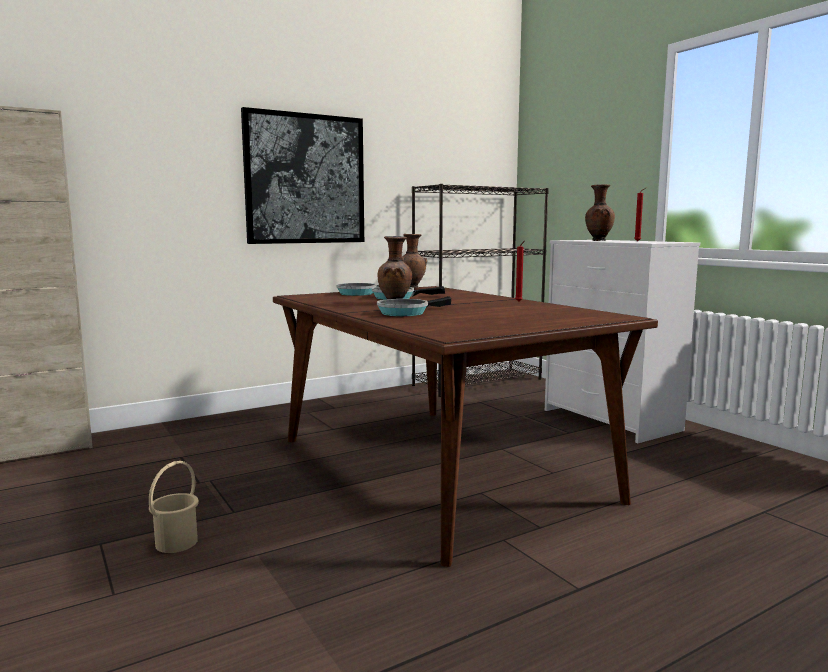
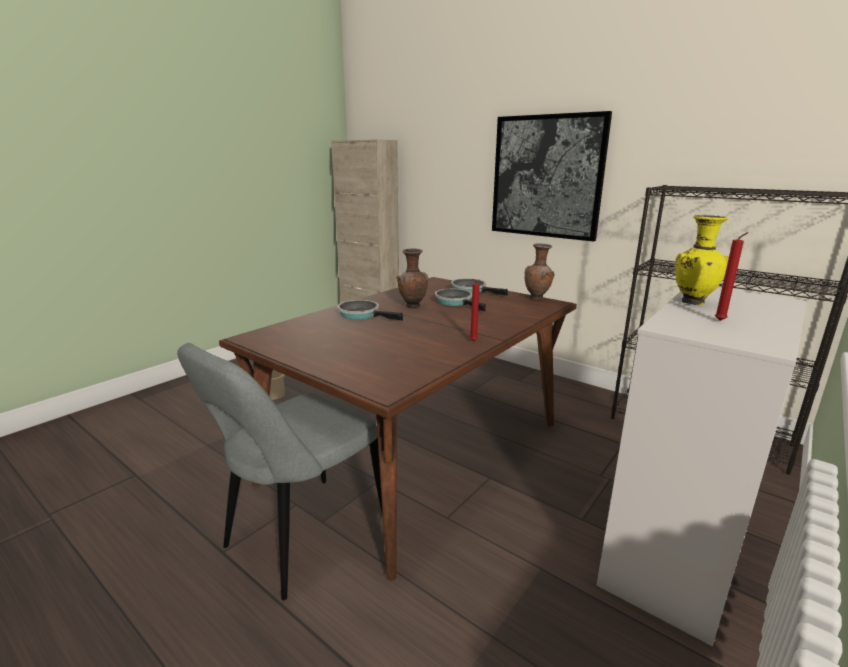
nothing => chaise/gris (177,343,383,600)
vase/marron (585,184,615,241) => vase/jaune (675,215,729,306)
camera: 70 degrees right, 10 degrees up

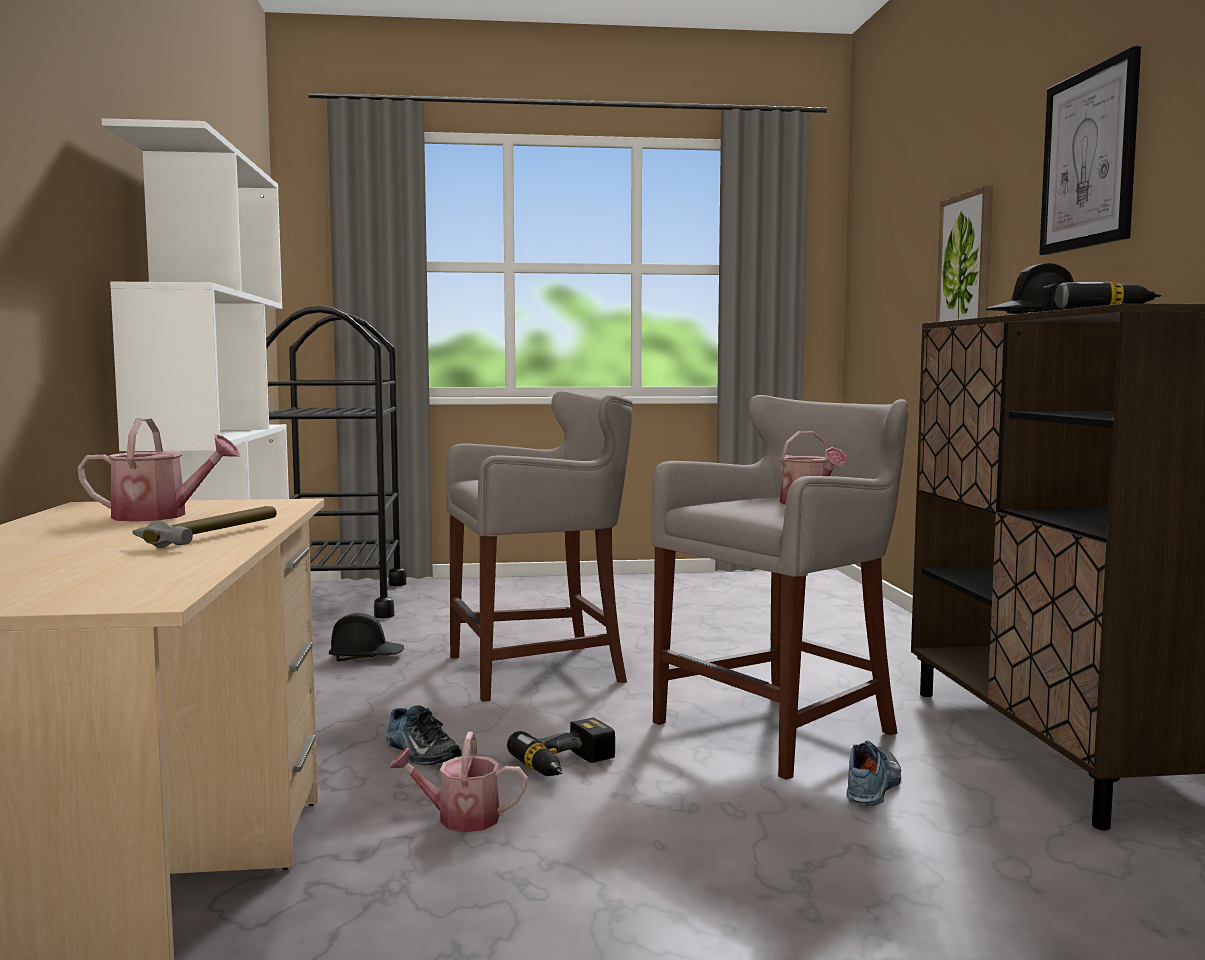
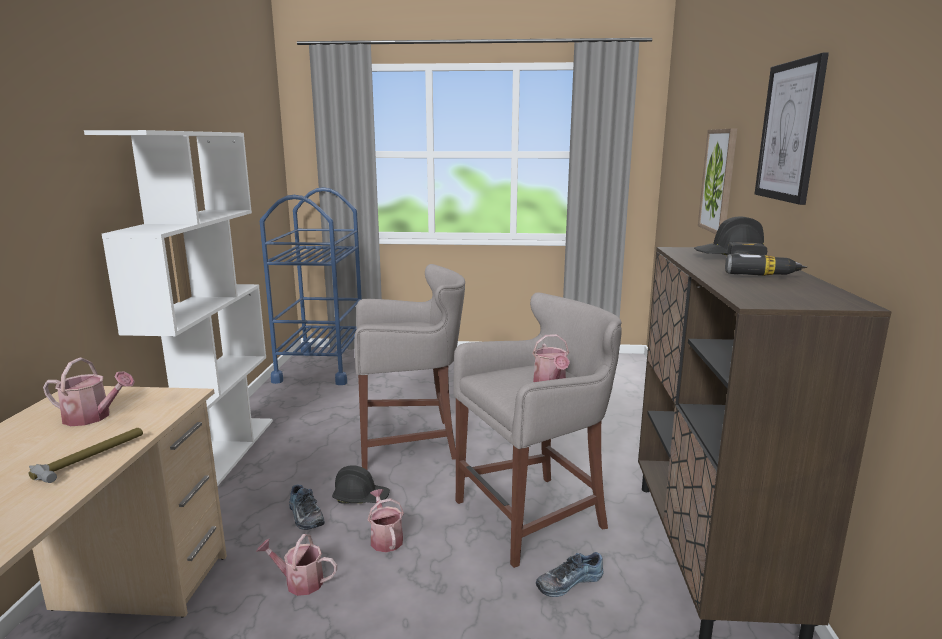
chariot/noir (266,305,406,618) => chariot/bleu (260,187,362,385)
casque de chantier/noir (329,613,404,662) => casque de chantier/noir (332,465,390,503), moved
perceuse (507,717,615,776) => arrosoir (368,489,404,552)
chaussure (847,741,901,806) => chaussure (536,552,604,597), 150 degrees counterclockwise
camera: 10 degrees right, 10 degrees up

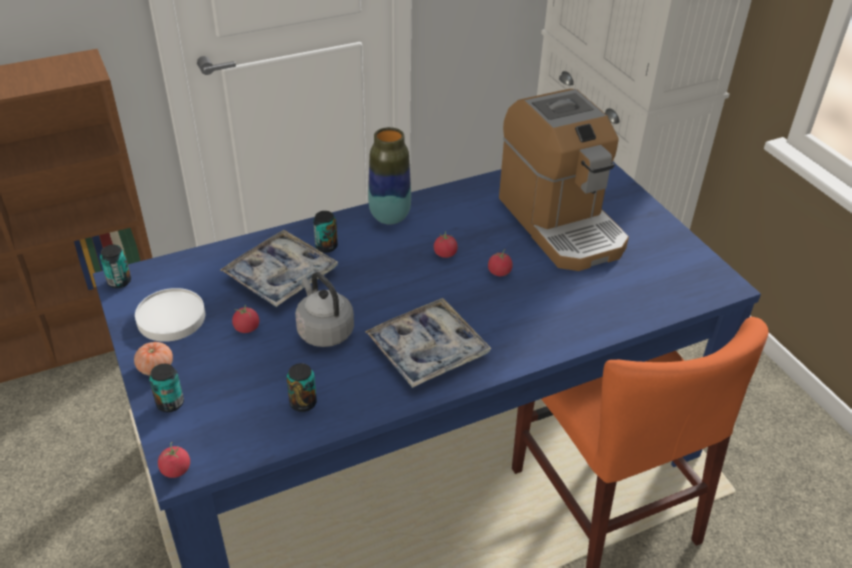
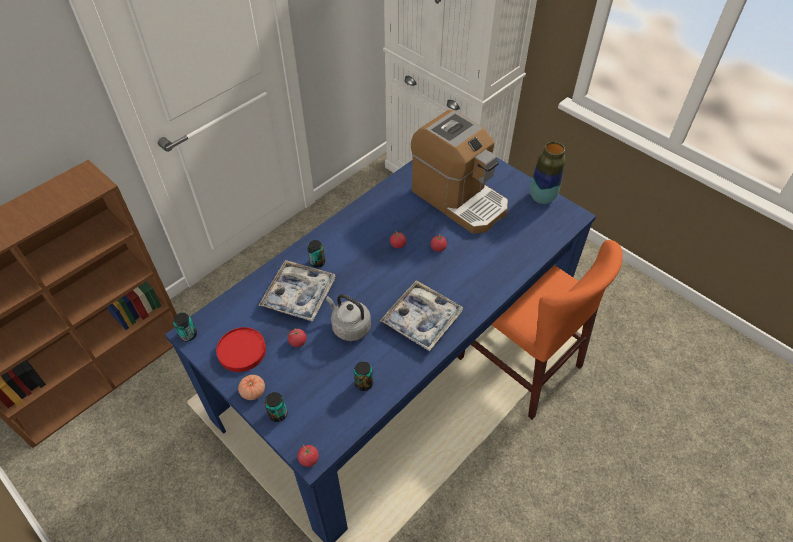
assiette/blanc (135,288,205,342) => assiette/rouge (216,327,266,372)
vase (368,127,411,224) => vase (530,141,566,204), moved
camera: 20 degrees left, 10 degrees up

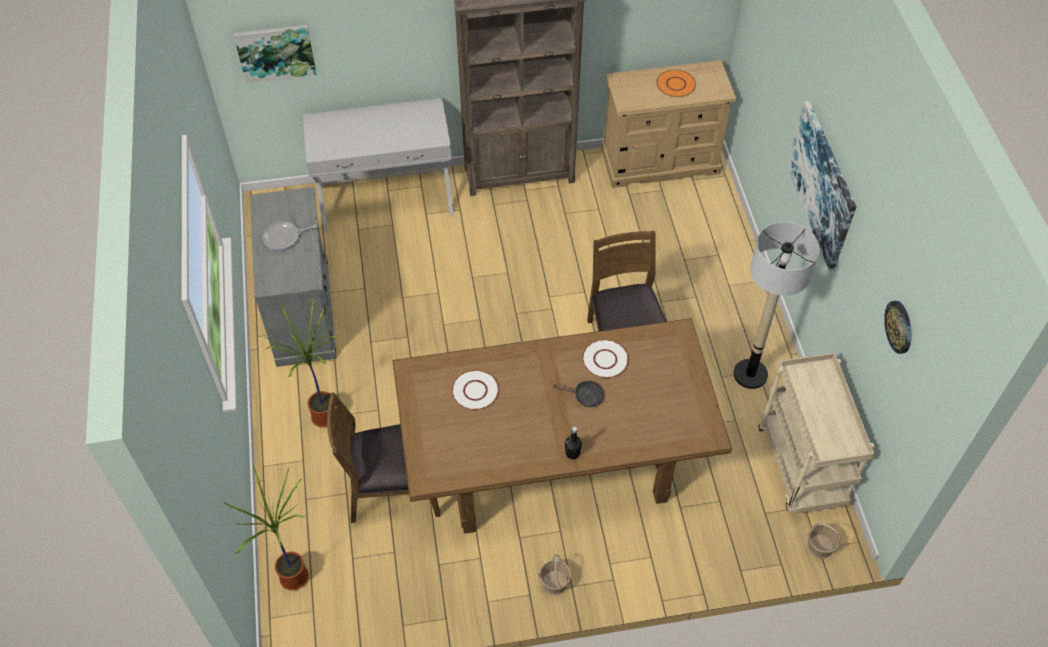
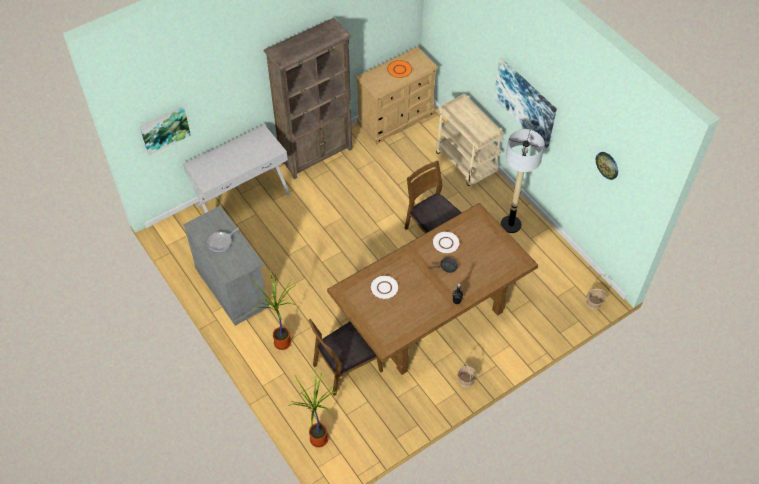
chariot/beige (759,353,875,514) => chariot/beige (436,94,504,186), moved
camera: 25 degrees left, 0 degrees up

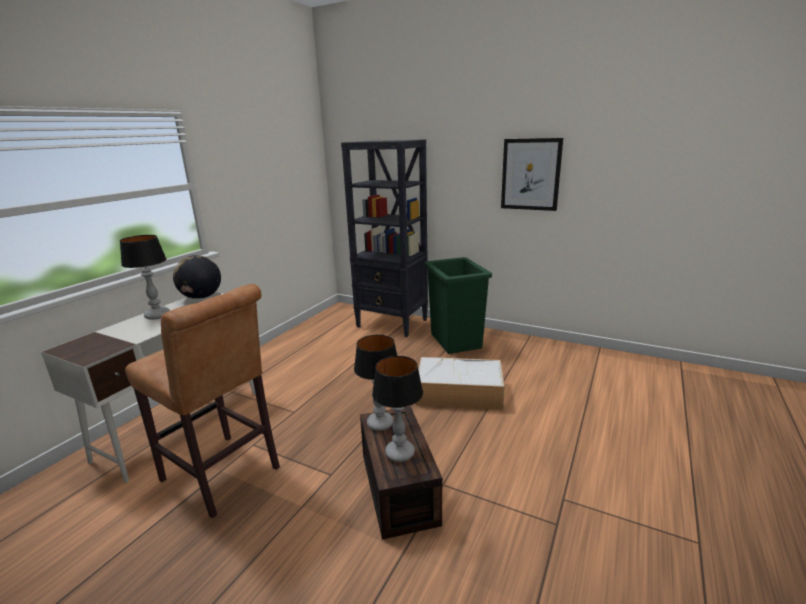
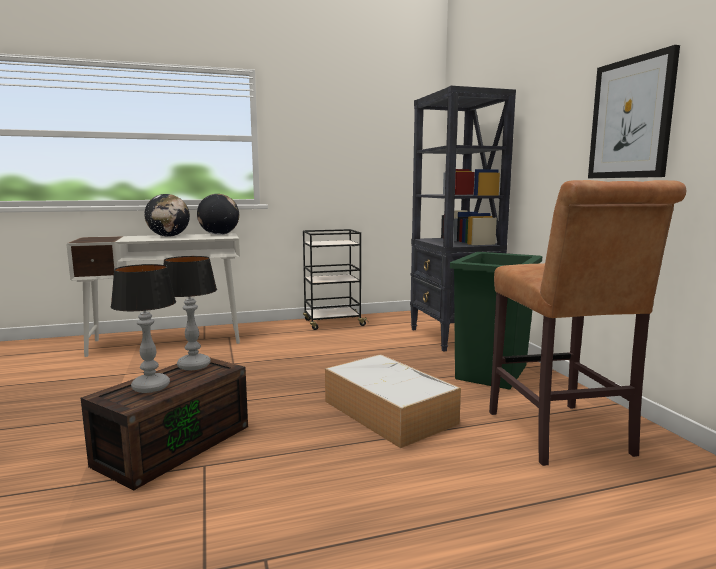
lampe de table (120,235,170,320) => globe (144,194,190,237)
nothing => chariot/noir (303,229,368,330)
tabouret/marron (125,284,280,518) => tabouret/marron (489,180,686,466), moved
camera: 45 degrees right, 10 degrees down

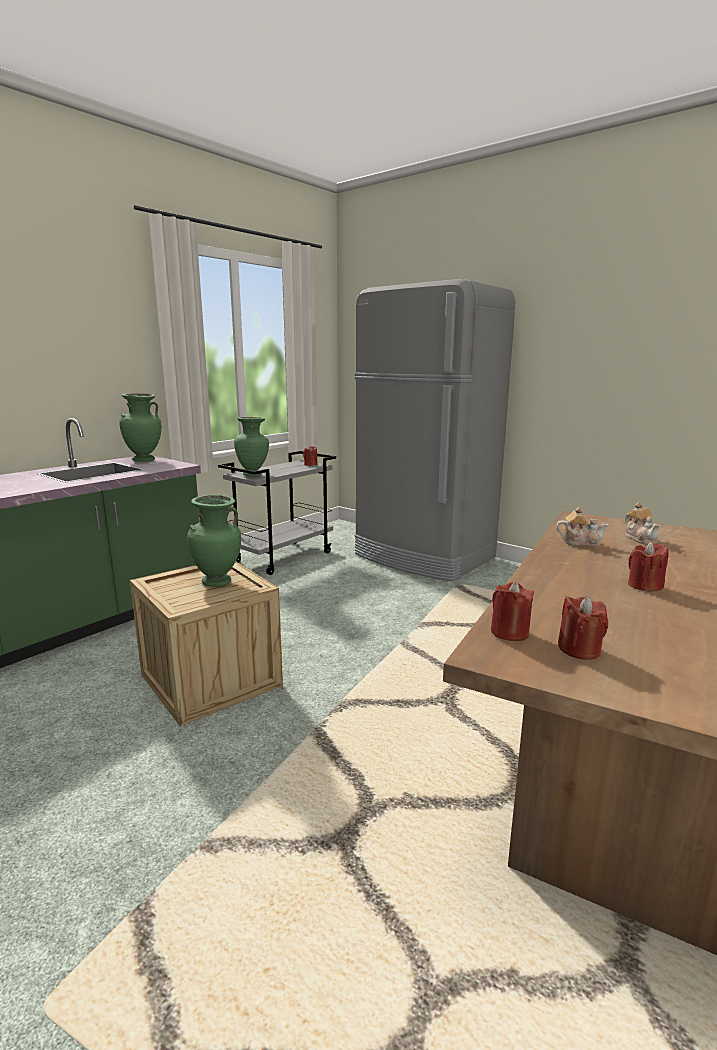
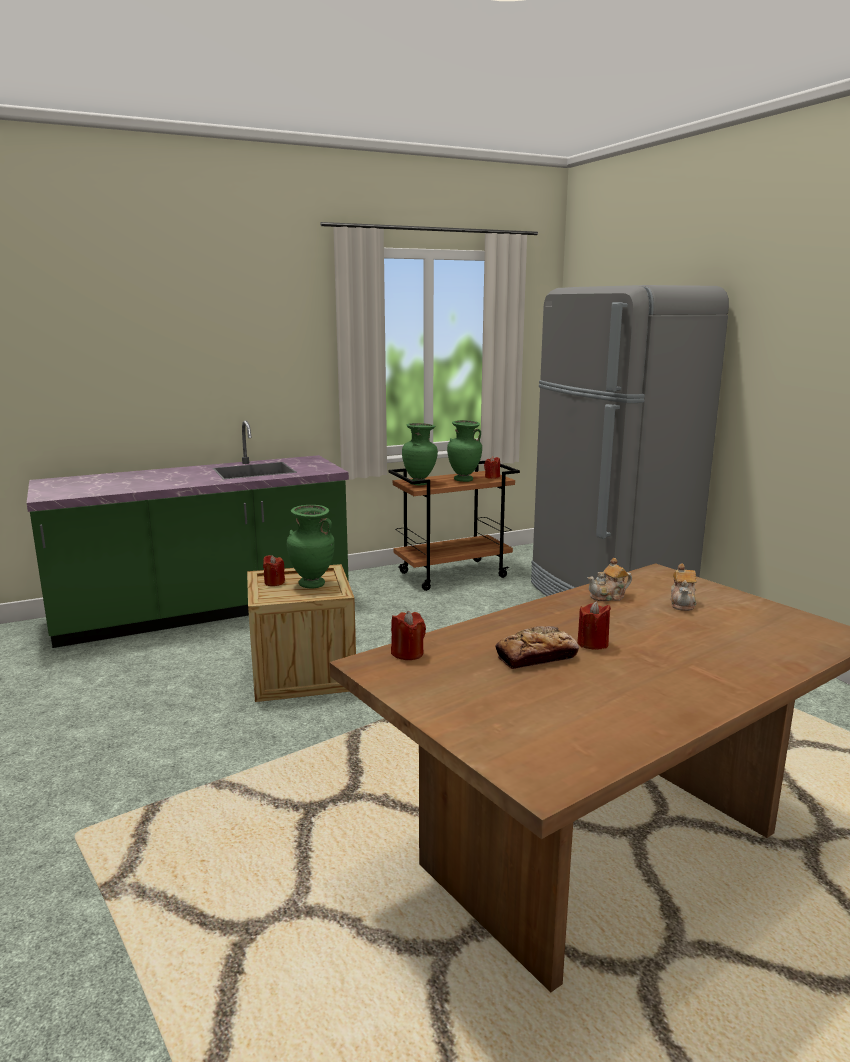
bougie/rouge (558,596,608,660) => bougie/rouge (263,555,285,586), moved
chariot/gris (218,451,336,575) => chariot/marron (388,461,520,591)
vase/vert (119,393,161,462) => vase/vert (447,420,482,482), moved
nothing => pain (495,626,579,669)
théière (556,507,609,547) => théière (588,558,632,601), 120 degrees clockwise
camera: 25 degrees right, 0 degrees up

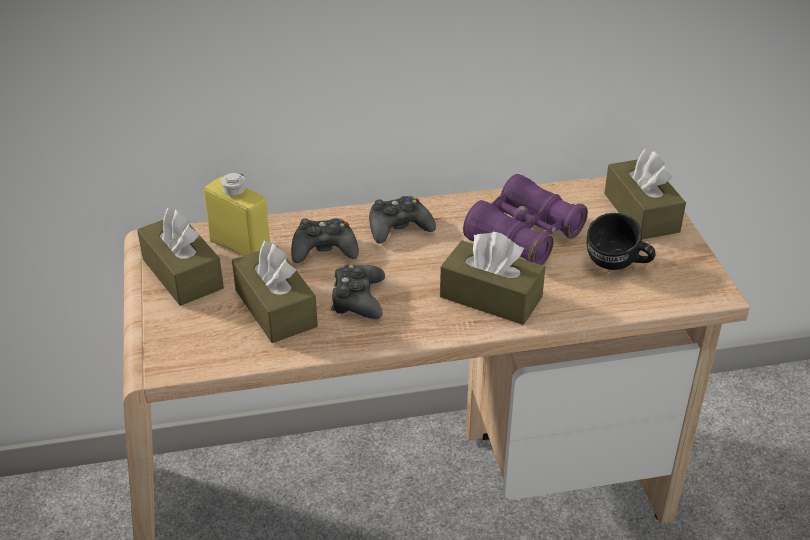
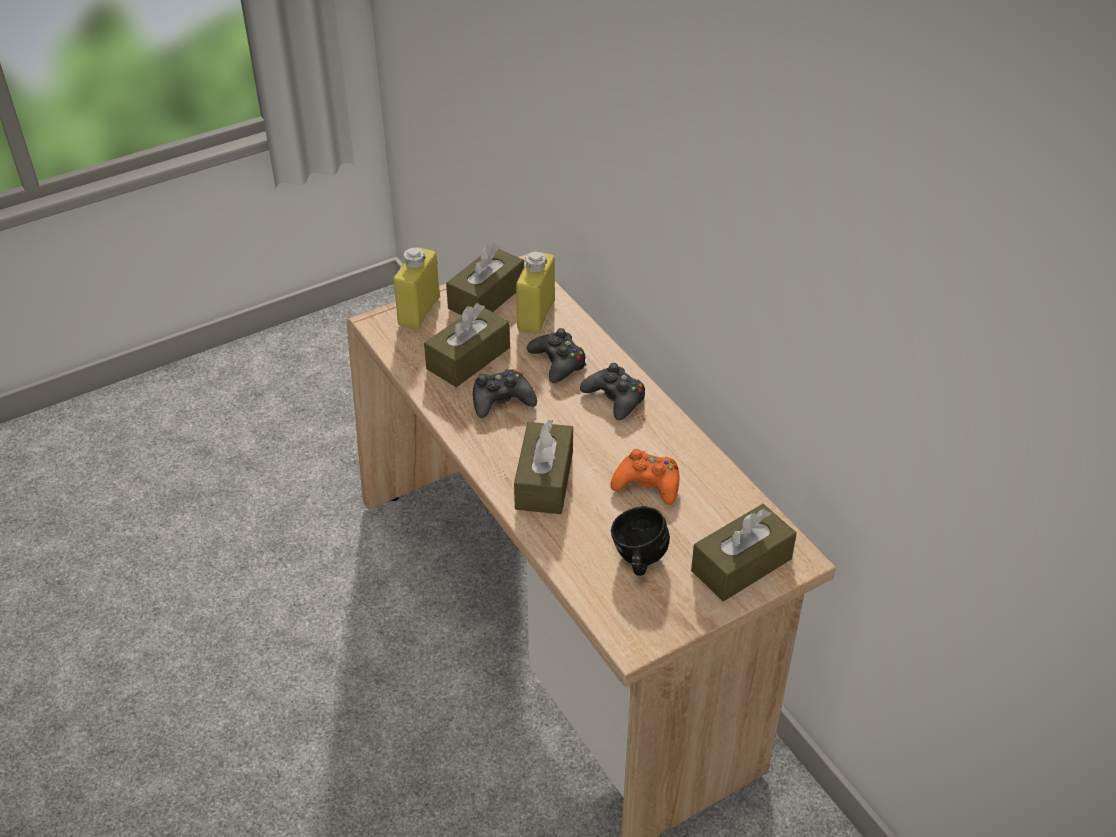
nothing => bouteille/jaune (393,247,440,330)
jumelles/violet (463,174,588,265) => manette/orange (610,449,679,505)
camera: 70 degrees right, 5 degrees up

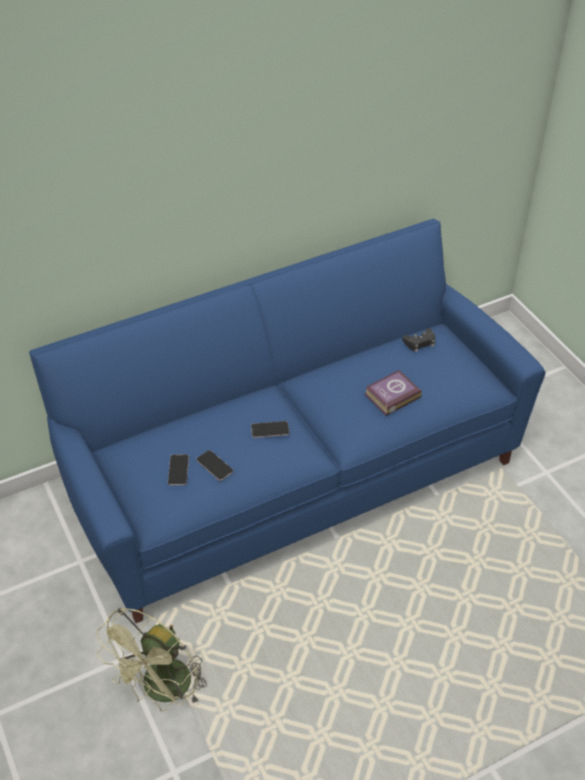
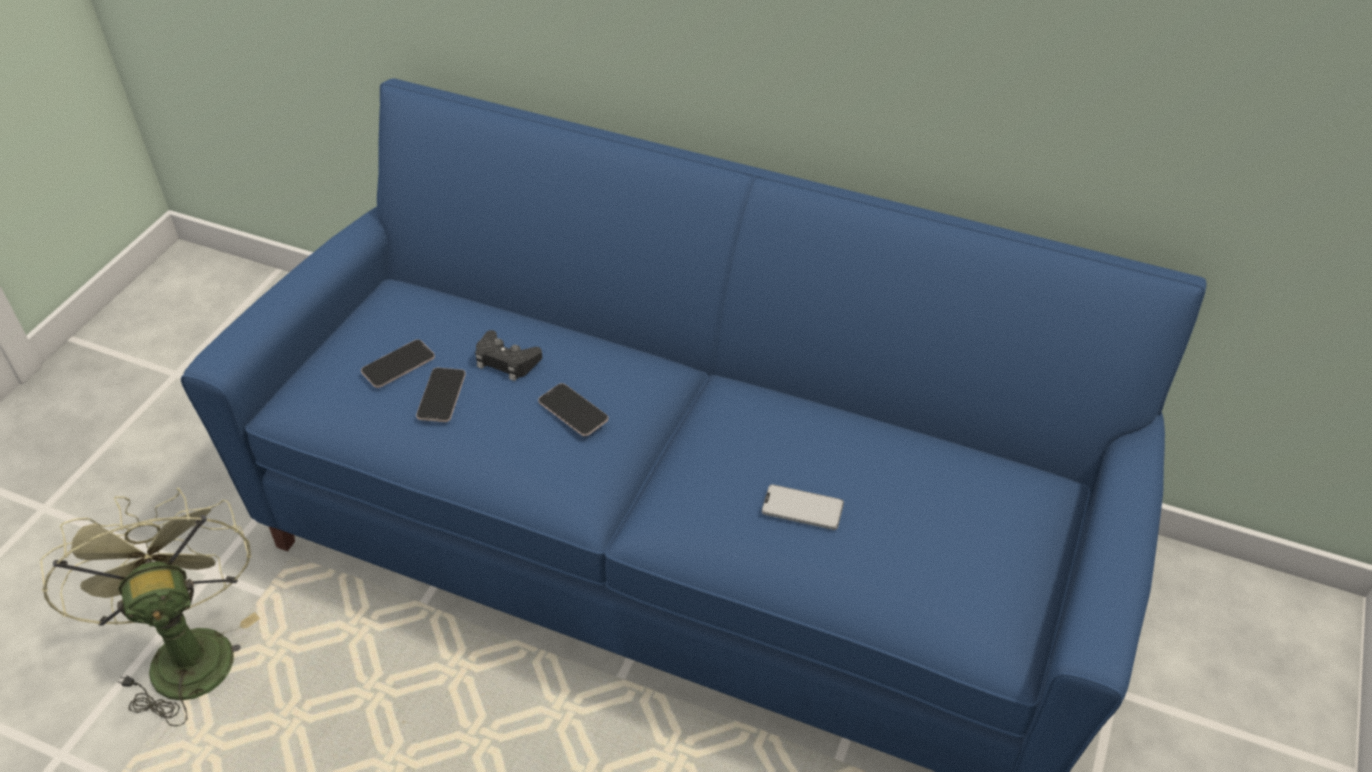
ventilateur/vert (96,608,207,712) => ventilateur/vert (40,488,260,727), 75 degrees clockwise
manette/noir (402,328,435,352) => manette/noir (475,330,542,381), moved
livre (364,370,422,416) => téléphone (762,484,844,530)
camera: 50 degrees right, 0 degrees up

